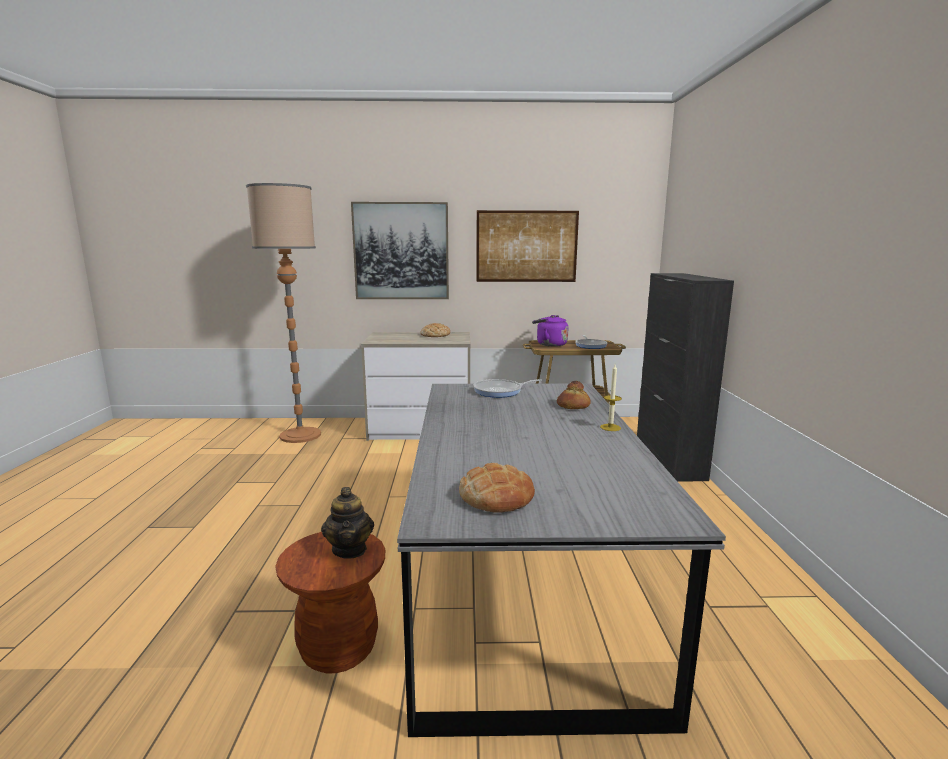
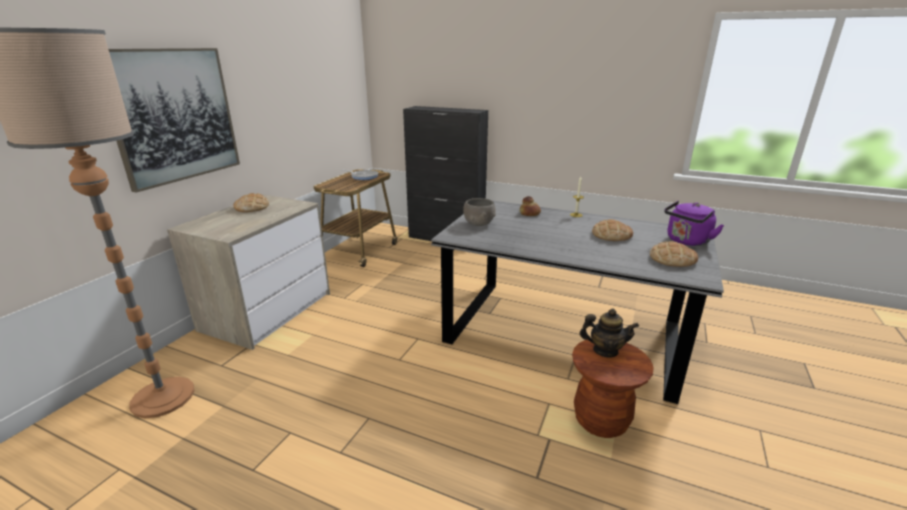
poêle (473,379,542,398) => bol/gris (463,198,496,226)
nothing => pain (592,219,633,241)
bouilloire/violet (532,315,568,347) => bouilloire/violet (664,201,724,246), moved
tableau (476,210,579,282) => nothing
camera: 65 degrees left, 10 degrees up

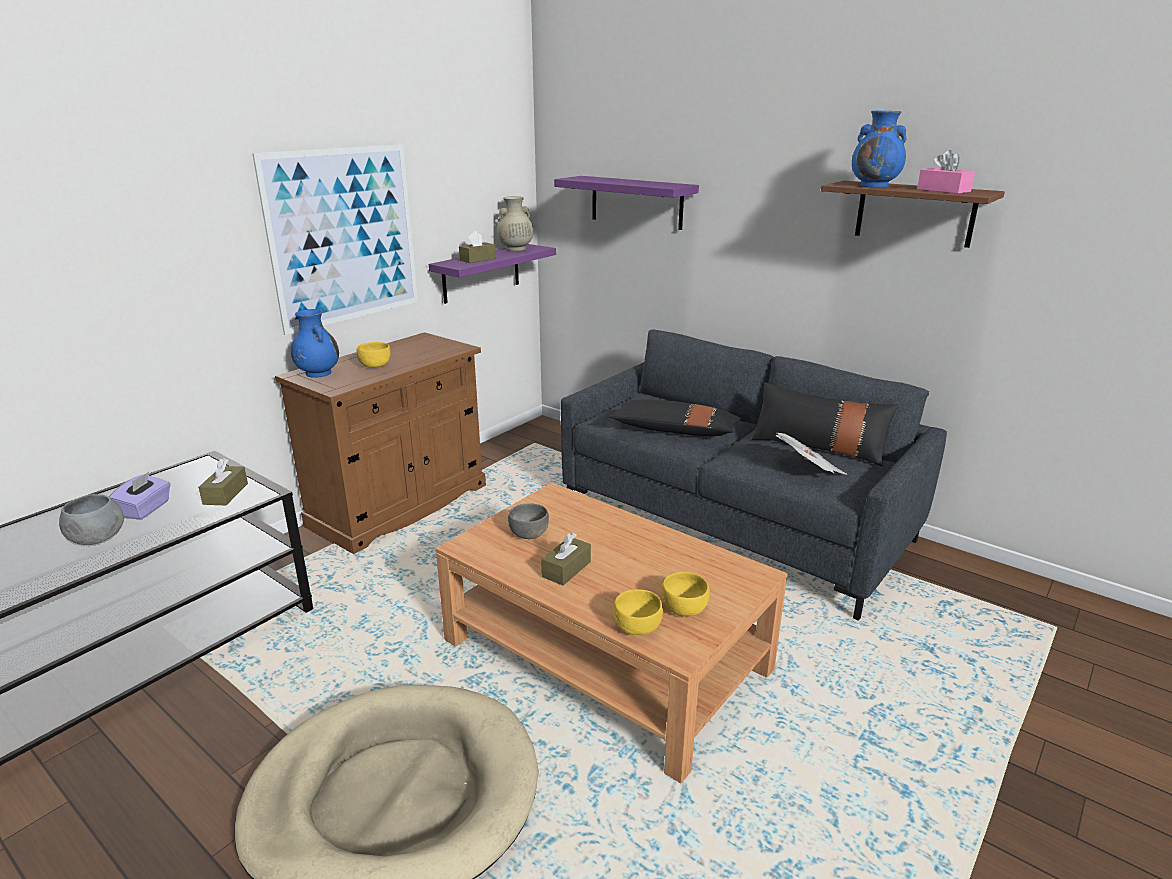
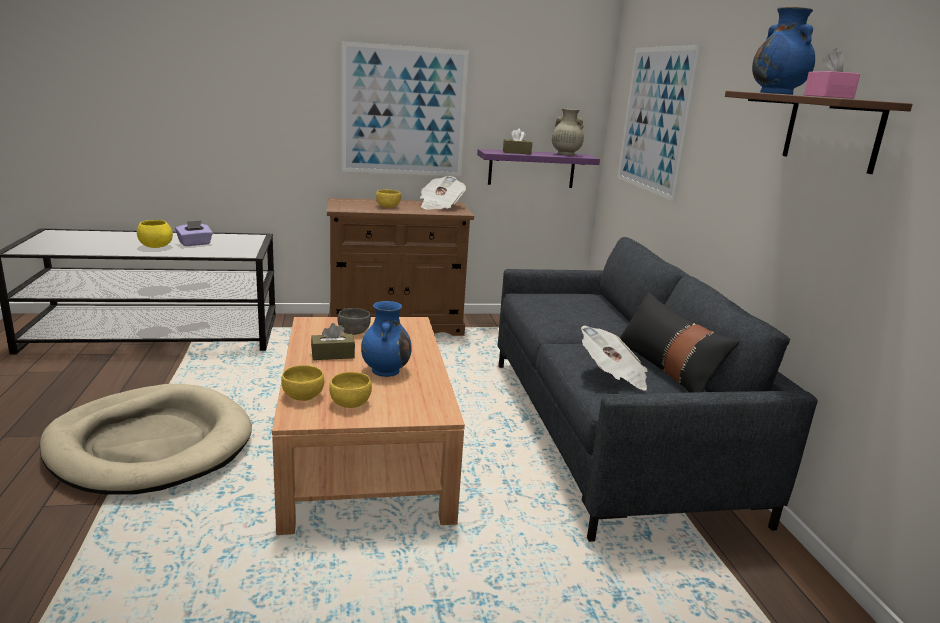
bol/gris (59,494,124,545) => bol/jaune (137,220,173,248)
vase/bleu (291,309,339,378) => vase/bleu (361,301,412,377), moved
nothing => journal (420,176,466,210)
étagère/violet (554,176,699,230) => tableau (617,45,702,201)
boîte à mouchoirs/marron (198,458,248,505) => nothing
coussin/noir (609,399,741,436) => nothing
camera: 40 degrees right, 5 degrees down

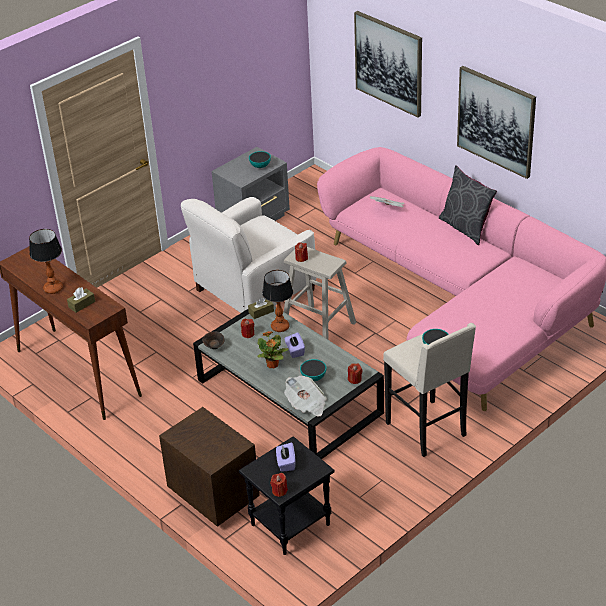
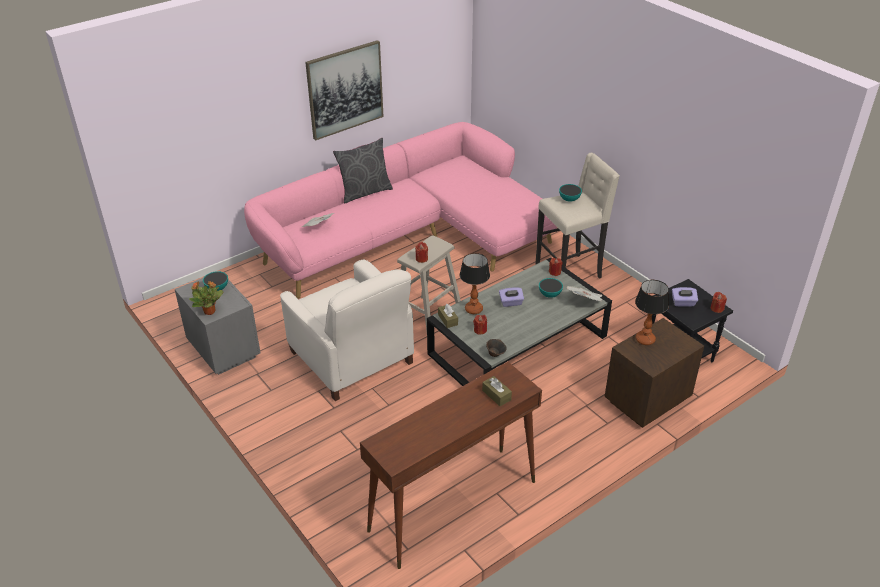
plante en pot (257,331,289,368) => plante en pot (189,281,223,315), moved
lampe de table (29,229,63,294) => lampe de table (635,280,669,345), moved
tableau (354,11,422,117) => nothing
camera: 85 degrees left, 0 degrees up

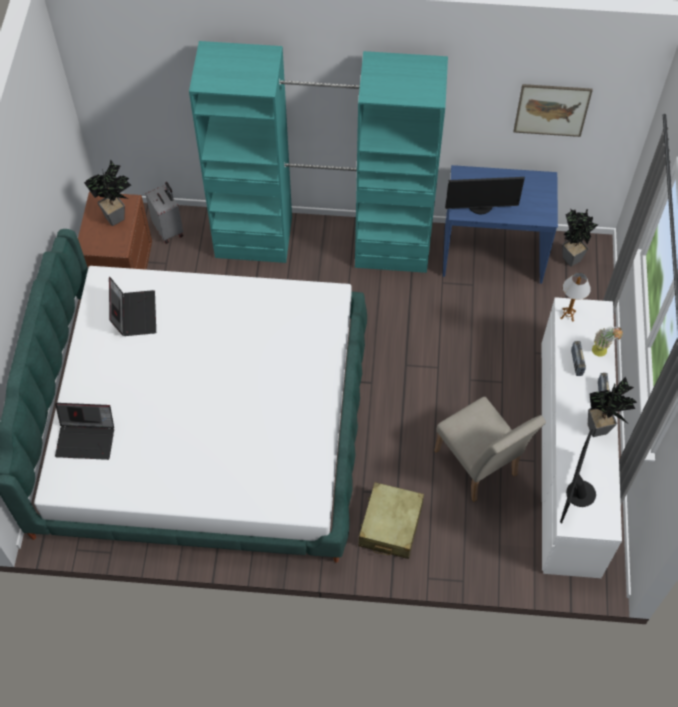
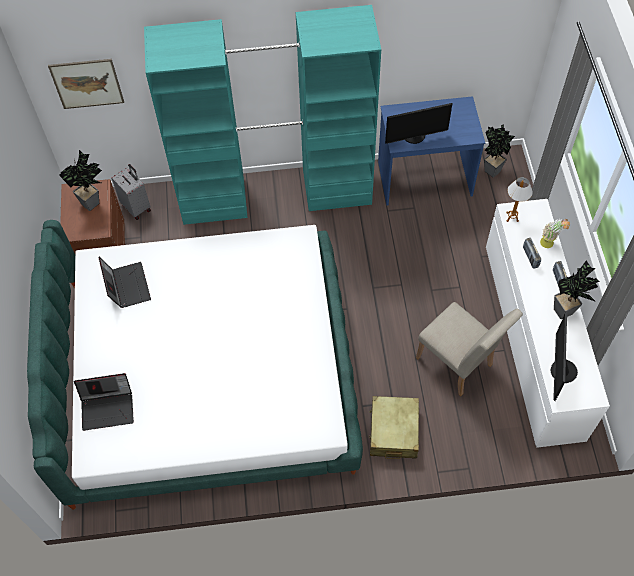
tableau (513,84,593,137) => tableau (48,59,124,109), moved
camera: 10 degrees left, 0 degrees up

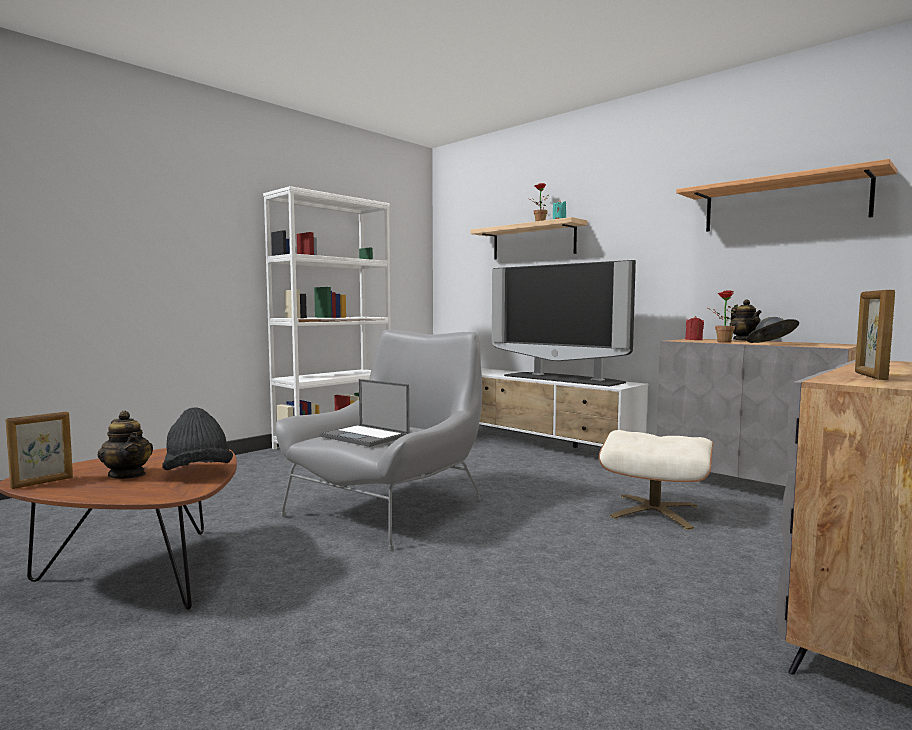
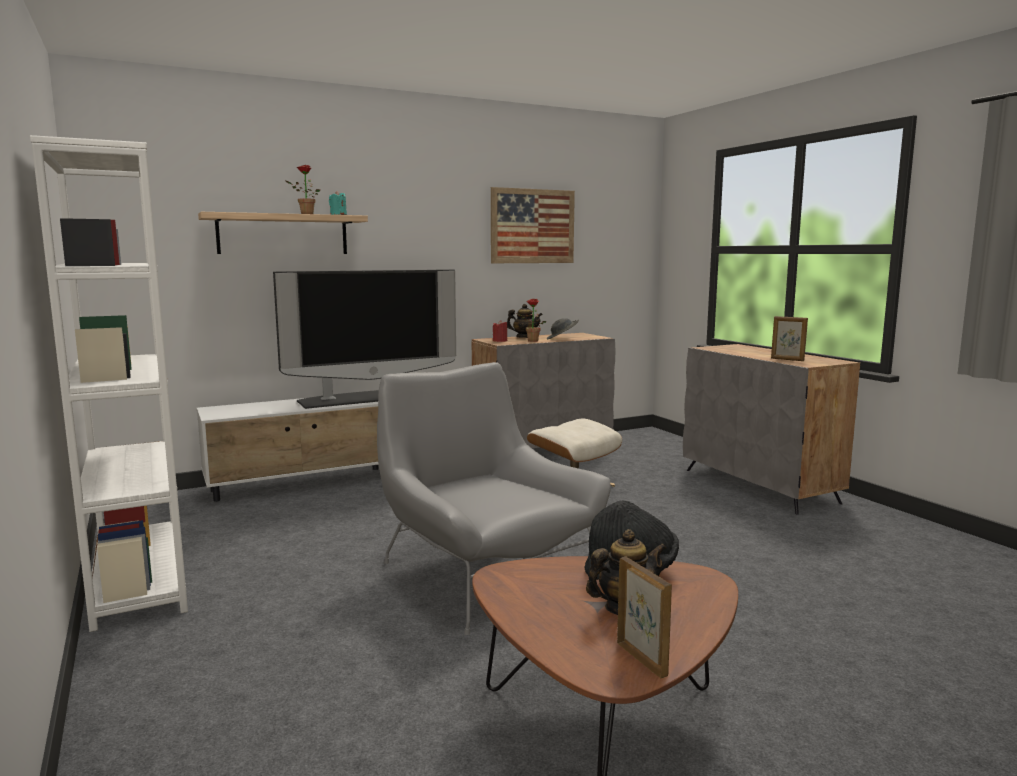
étagère (676,159,897,232) => tableau (491,187,575,263)
ordinateur portable (320,379,409,447) => nothing
camera: 70 degrees left, 5 degrees up

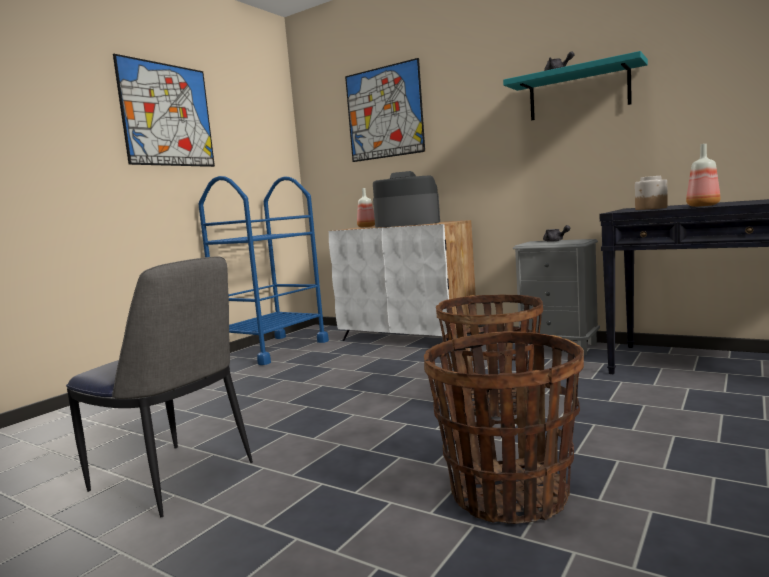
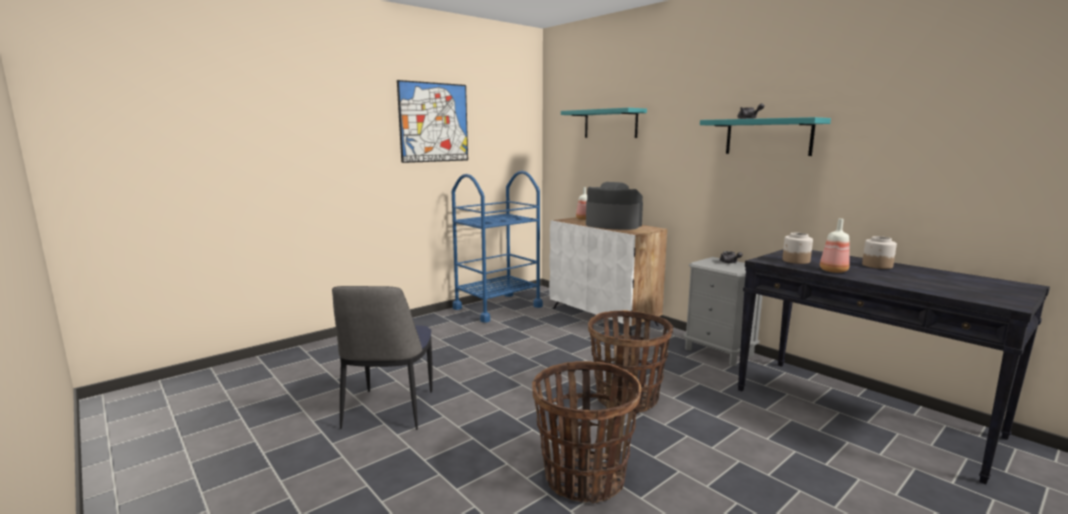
chaise (66,256,253,517) => chaise (332,286,432,430), 45 degrees clockwise
tableau (345,58,425,162) => étagère/turquoise (561,108,647,138)
nothing => bocal (862,236,897,269)
camera: 15 degrees right, 5 degrees up

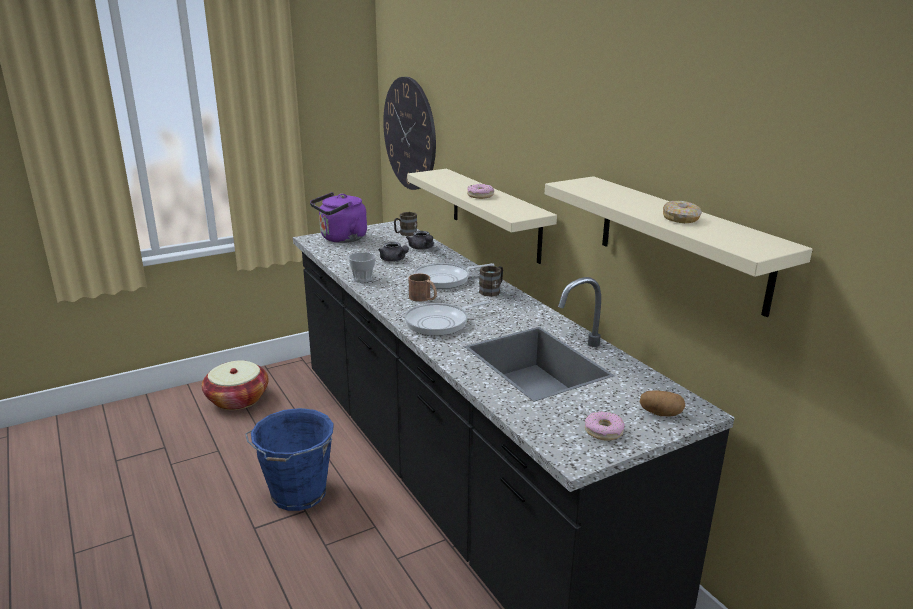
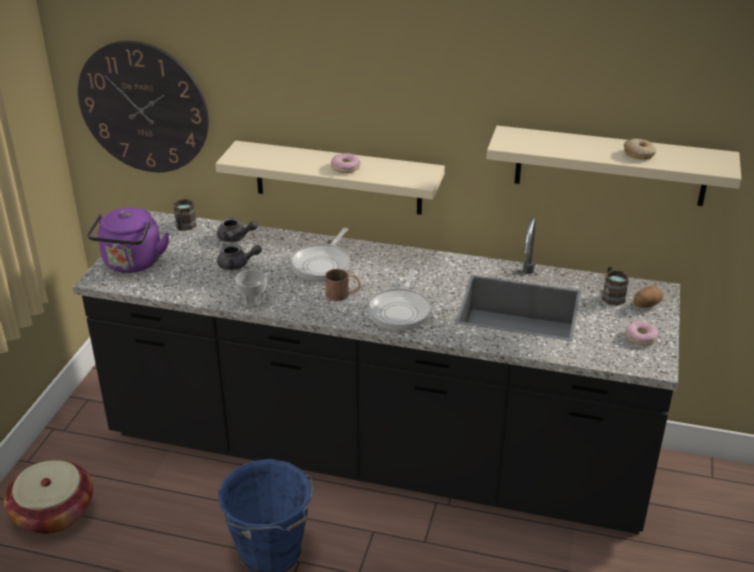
mug/marron (479,266,503,297) => mug/marron (602,267,629,306), moved
camera: 45 degrees left, 10 degrees up

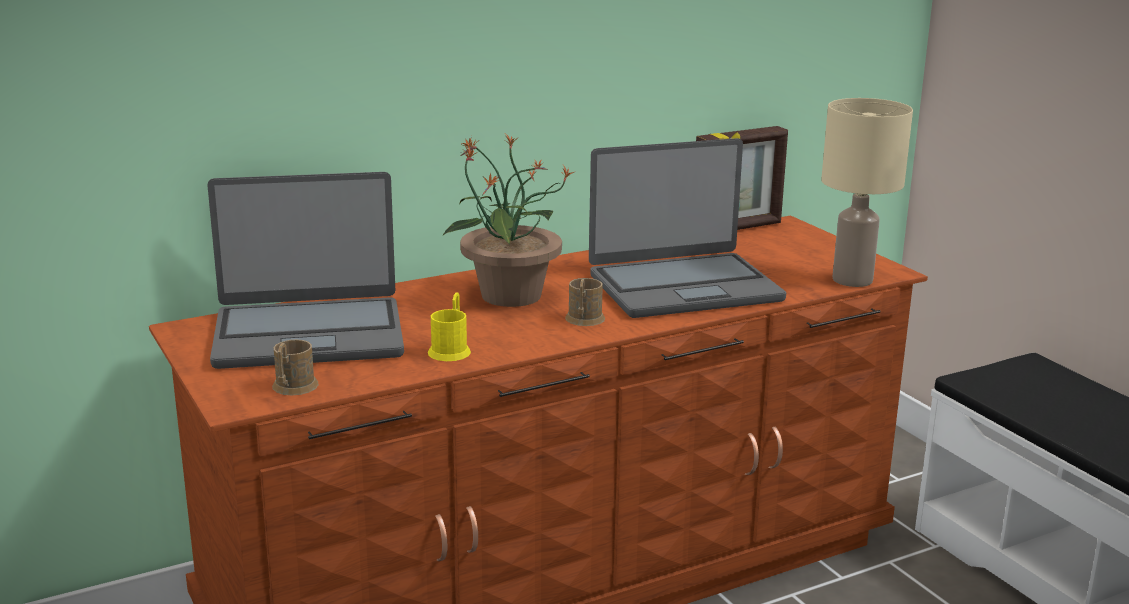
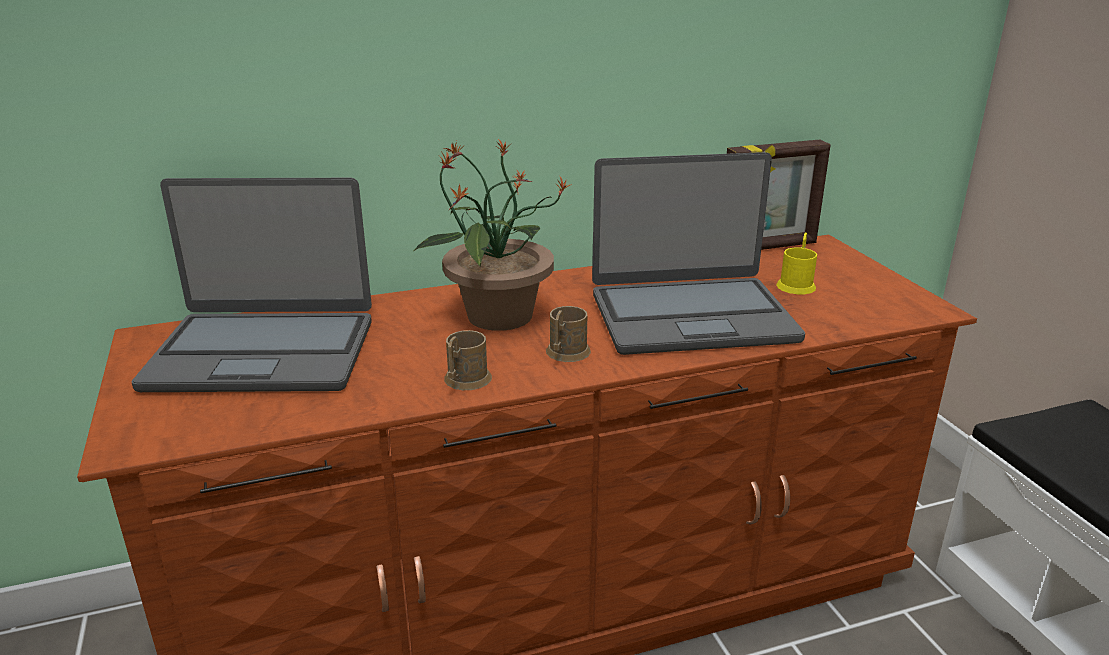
mug/marron (272,339,319,395) => mug/marron (444,330,492,390), moved
mug/jaune (428,292,471,361) => mug/jaune (776,233,817,294), moved
lampe de table/beige (821,98,913,287) => nothing
camera: 10 degrees right, 5 degrees up

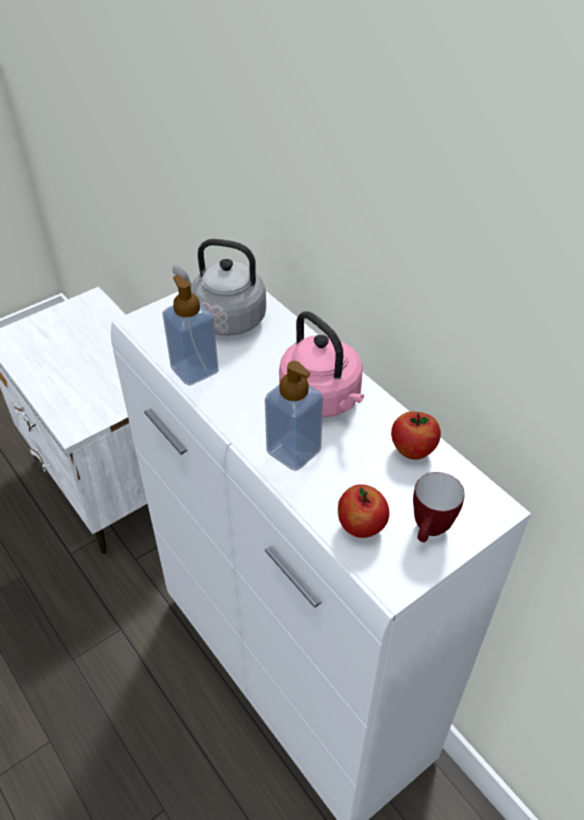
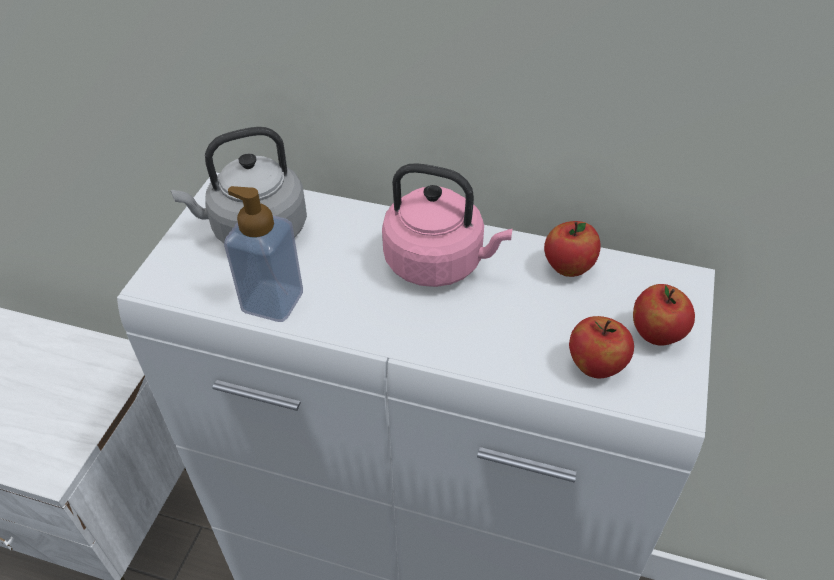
mug (413,472,465,542) => pomme (633,284,695,346)
distributeur de savon (265,361,323,471) => nothing
camera: 35 degrees left, 0 degrees up

